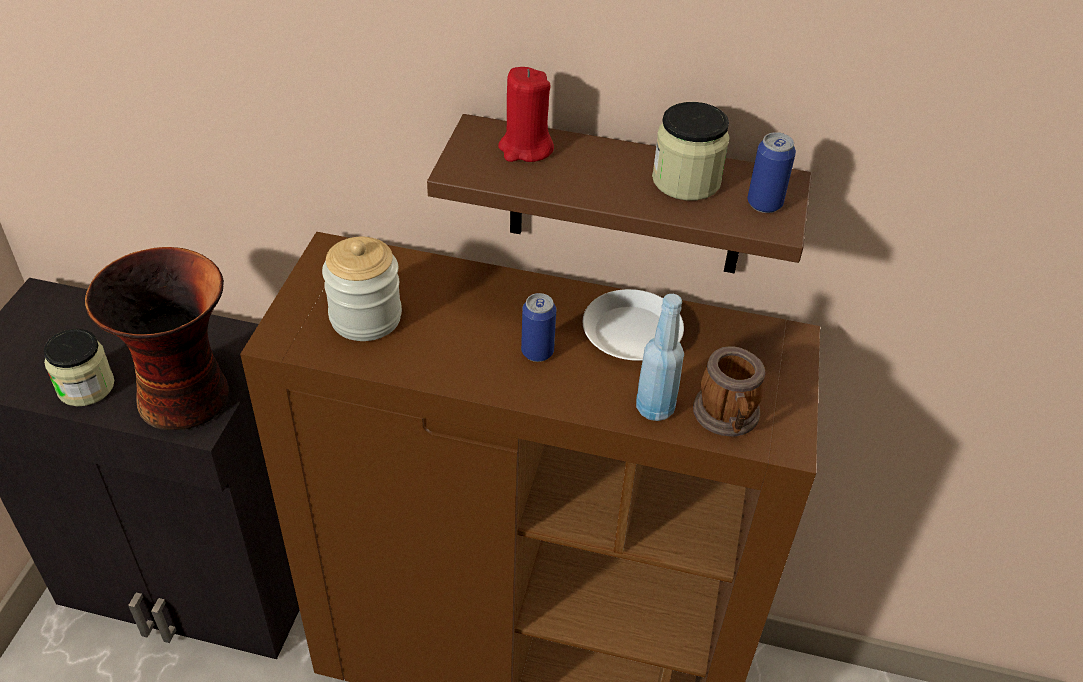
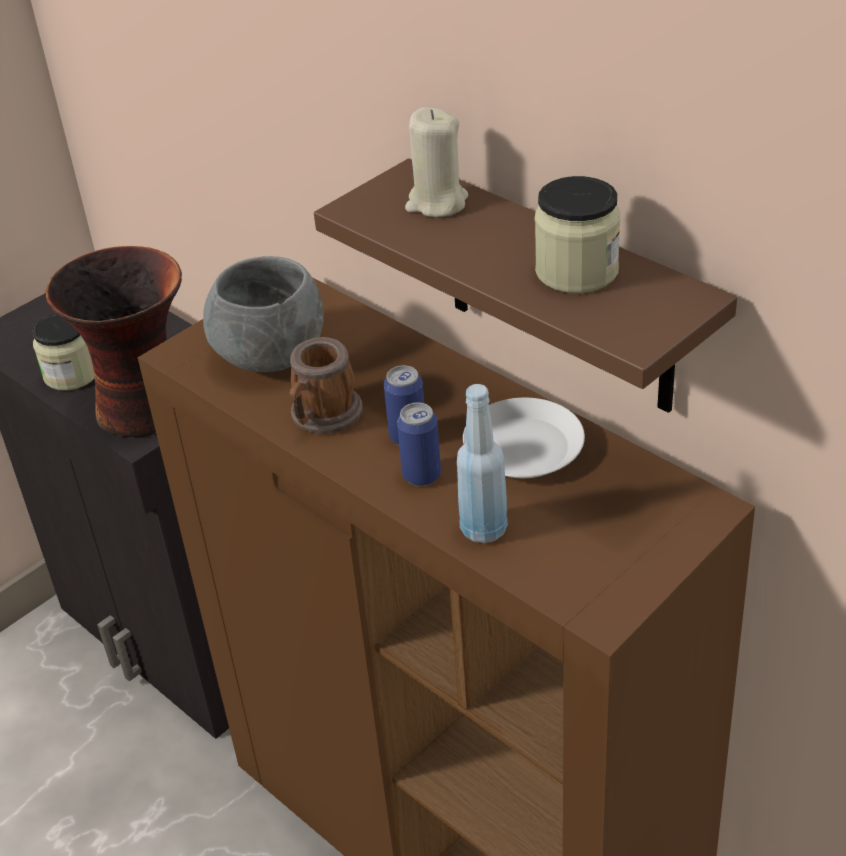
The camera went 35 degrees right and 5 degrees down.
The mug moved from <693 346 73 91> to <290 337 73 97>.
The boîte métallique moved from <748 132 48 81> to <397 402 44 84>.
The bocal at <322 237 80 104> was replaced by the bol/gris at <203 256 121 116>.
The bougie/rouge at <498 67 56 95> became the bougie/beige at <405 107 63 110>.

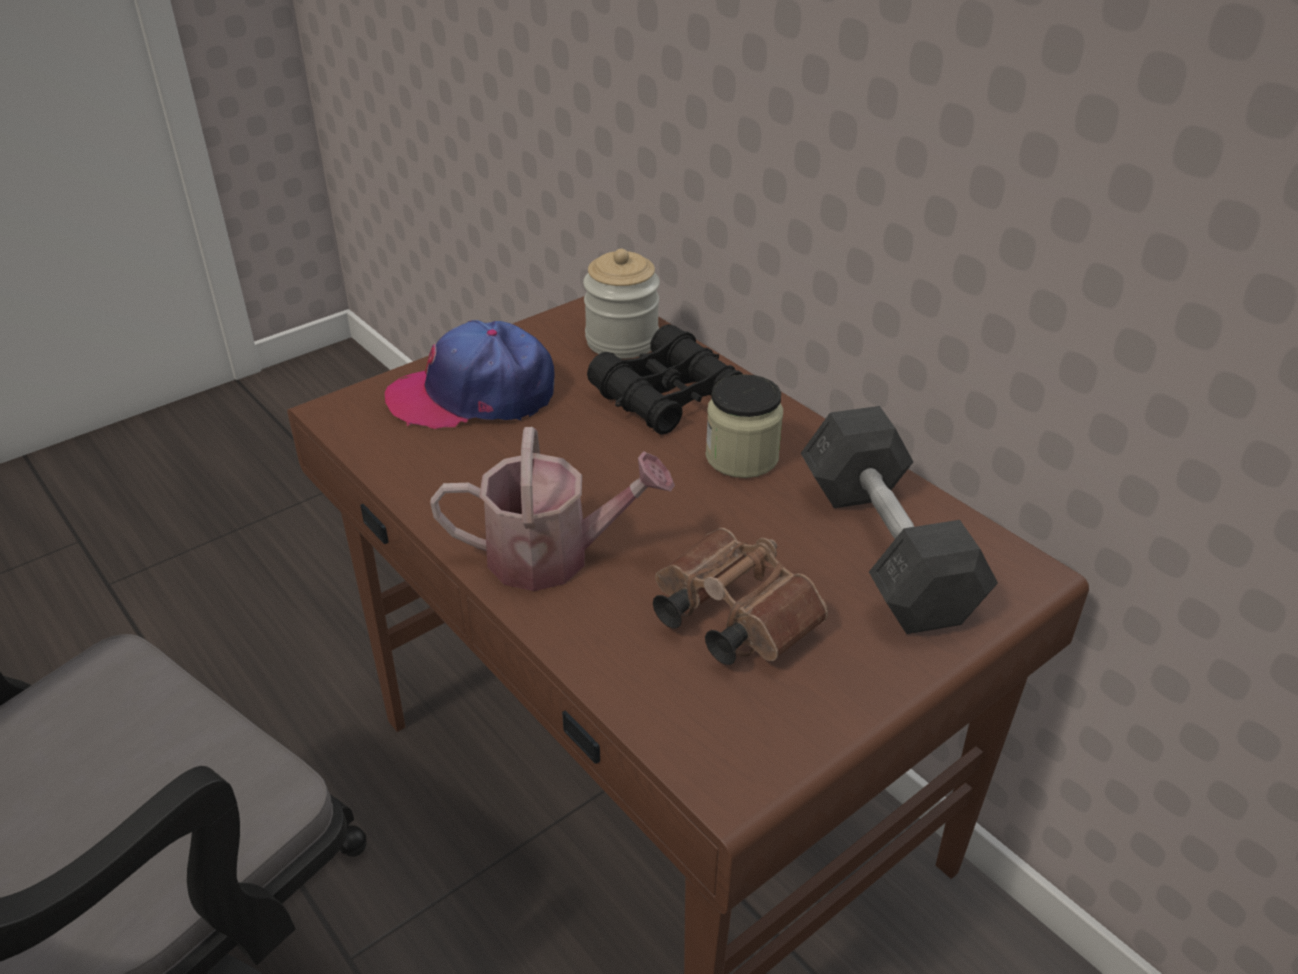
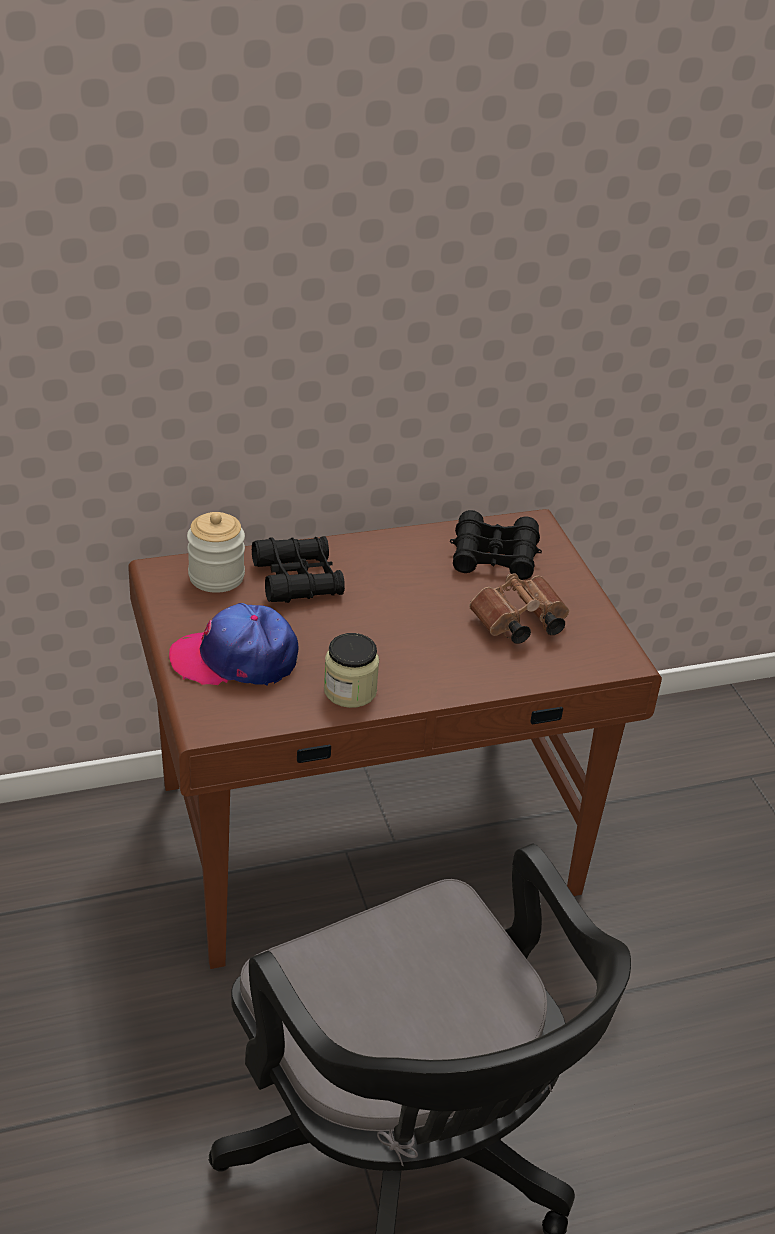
The camera went 70 degrees left and 0 degrees up.
The arrosoir at <430 427 245 164> disappeared.
The bocal moved from <705 374 78 104> to <324 633 55 75>.
The haltère/gris at <801 406 197 228> was replaced by the jumelles/noir at <450 510 92 70>.
The casquette at <385 320 170 109> turned 75 degrees clockwise.

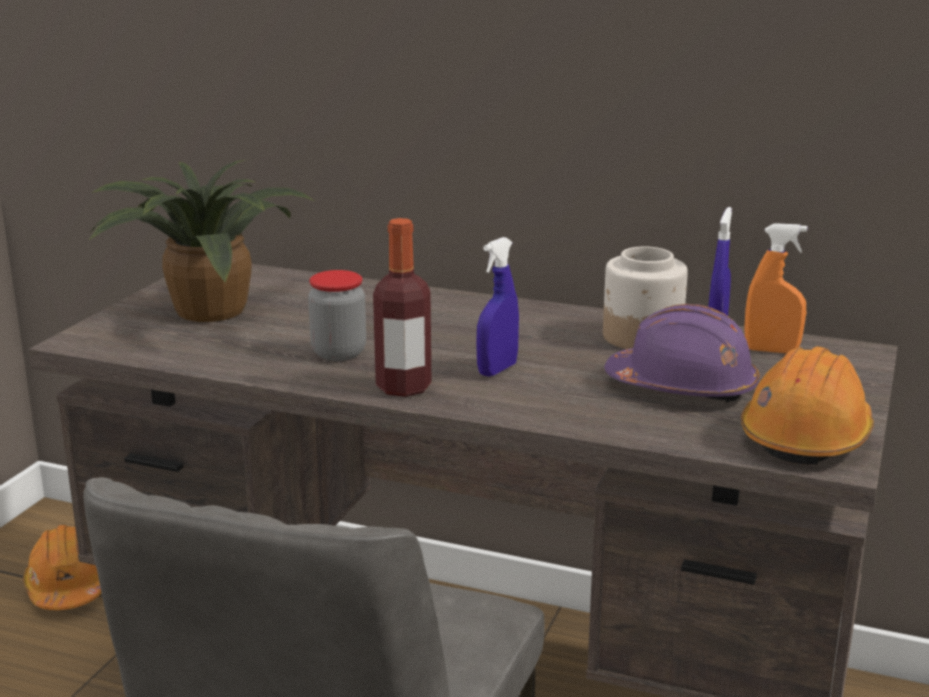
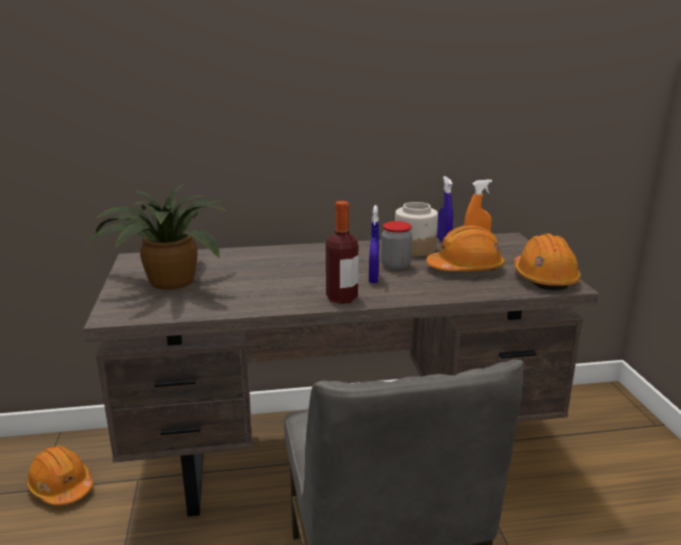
The camera went 30 degrees left and 0 degrees up.
The bocal moved from <308 270 58 91> to <381 221 31 50>.
The casque de chantier/violet at <604 304 155 99> became the casque de chantier/orange at <426 225 79 46>.

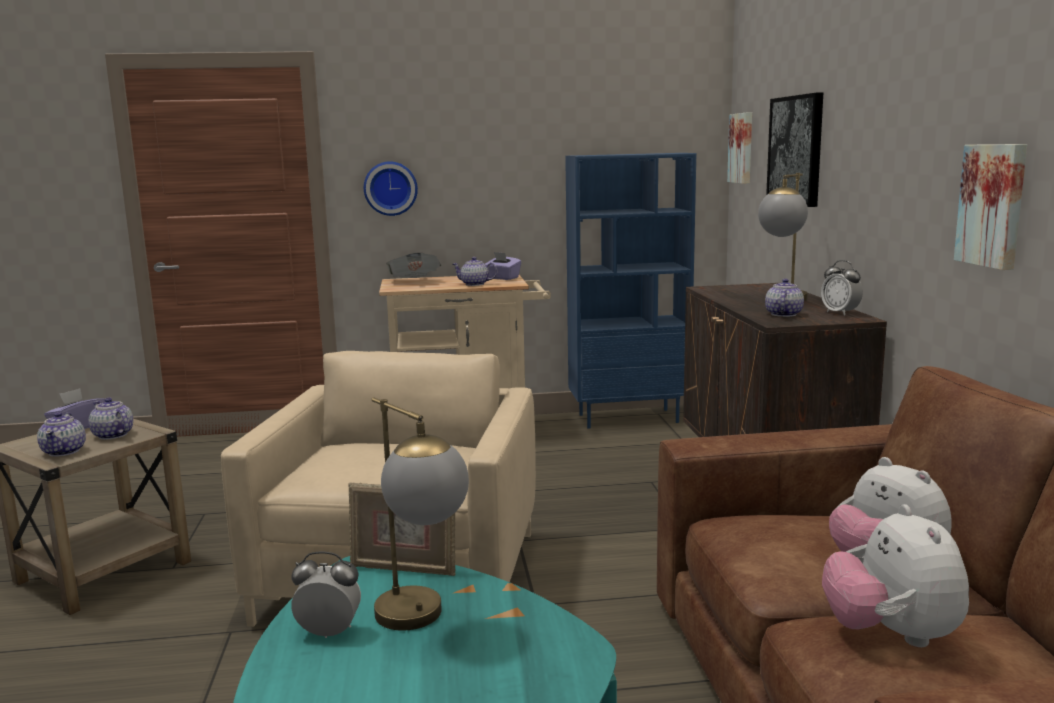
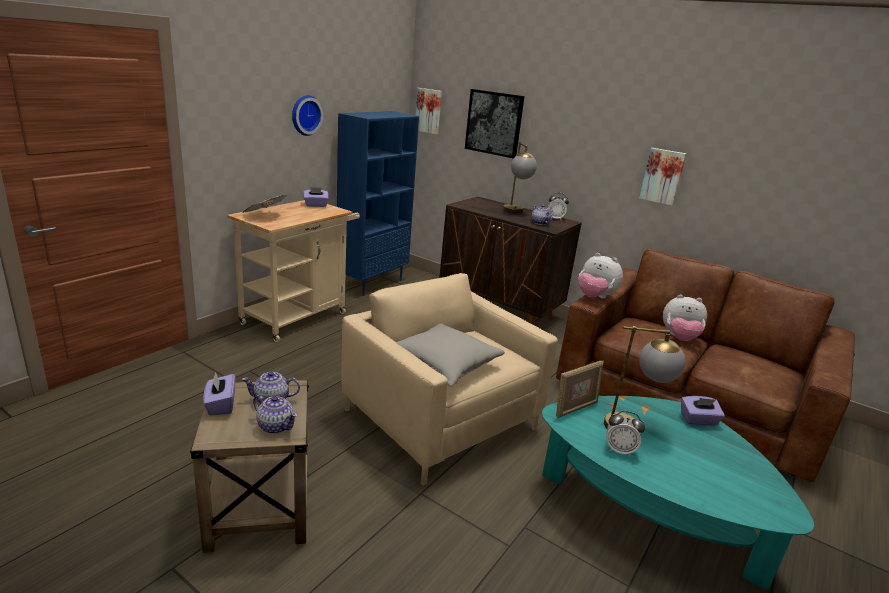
The camera went 50 degrees left and 10 degrees up.
The théière at <453 257 44 29> disappeared.
The coussin/gris at <396 324 109 63> appeared.
The boîte à mouchoirs/violet at <681 396 44 30> appeared.
The horloge murale moved from <364 161 54 55> to <292 95 31 41>.
The peluche moved from <822 504 147 143> to <578 253 45 46>.
The réveil at <291 551 70 87> turned 120 degrees counterclockwise.

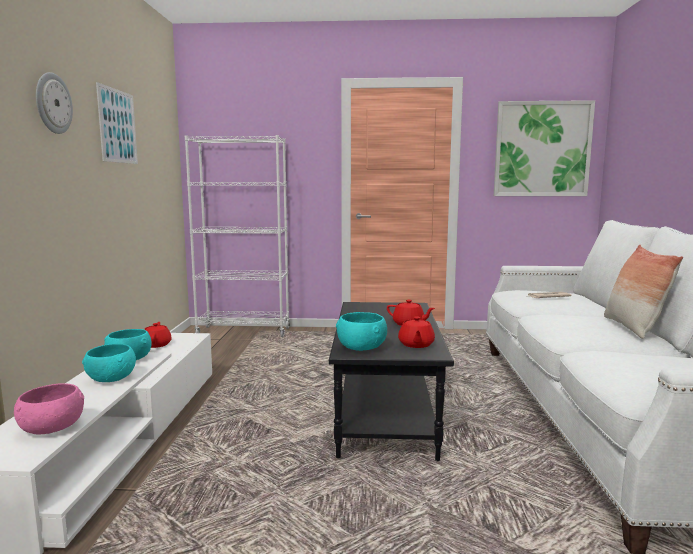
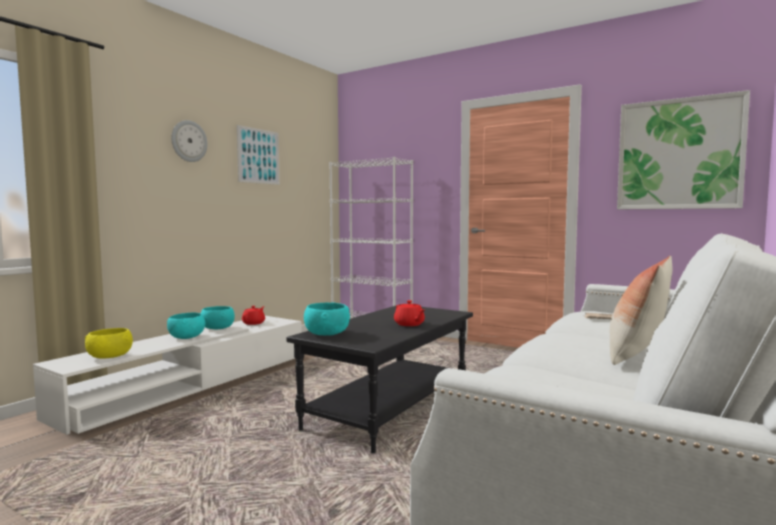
The camera went 30 degrees right and 5 degrees down.
The théière/rouge at <398 316 37 32> disappeared.
The bol/rose at <14 383 70 52> became the bol/jaune at <85 328 48 31>.

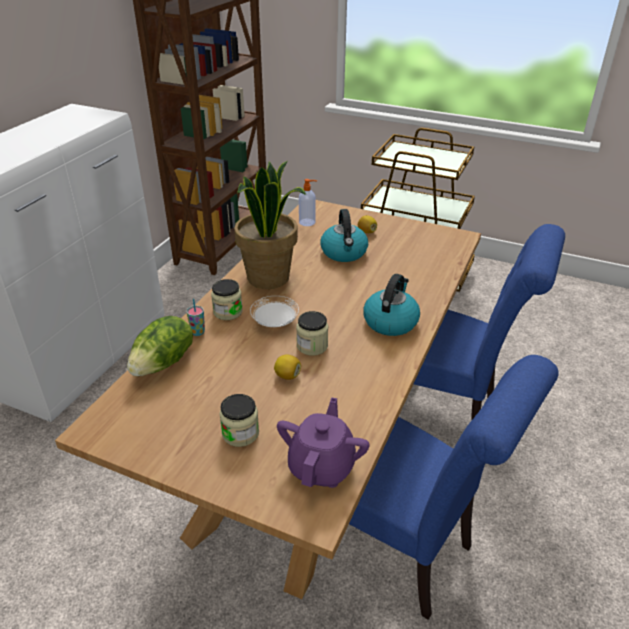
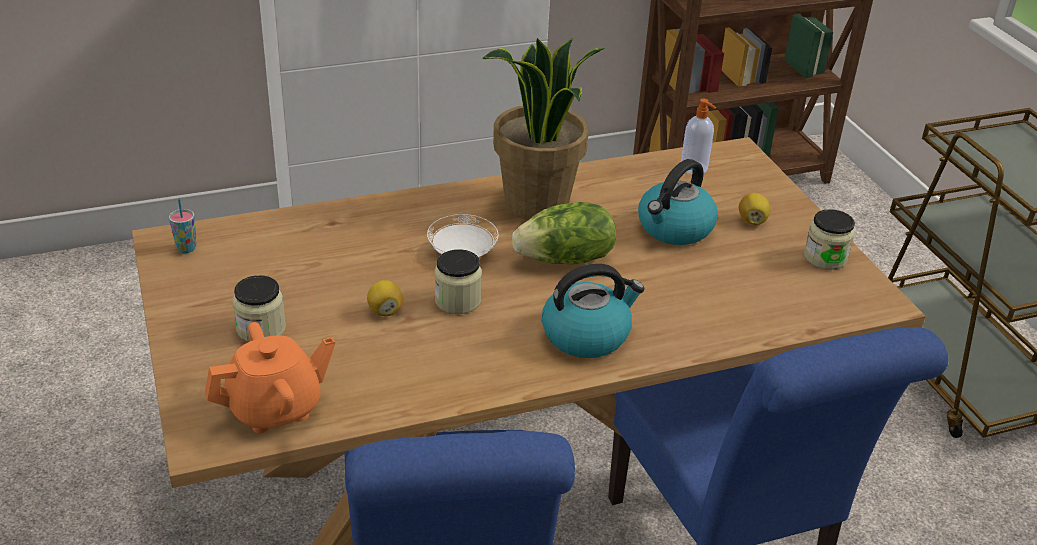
The camera went 45 degrees right and 0 degrees up.
The laitue moved from <127 316 66 60> to <512 202 104 62>.
The tasse moved from <186 299 19 37> to <169 198 28 55>.
The bocal moved from <211 279 32 41> to <804 209 51 61>.
The théière/violet at <277 397 93 91> became the théière/orange at <205 322 130 111>.

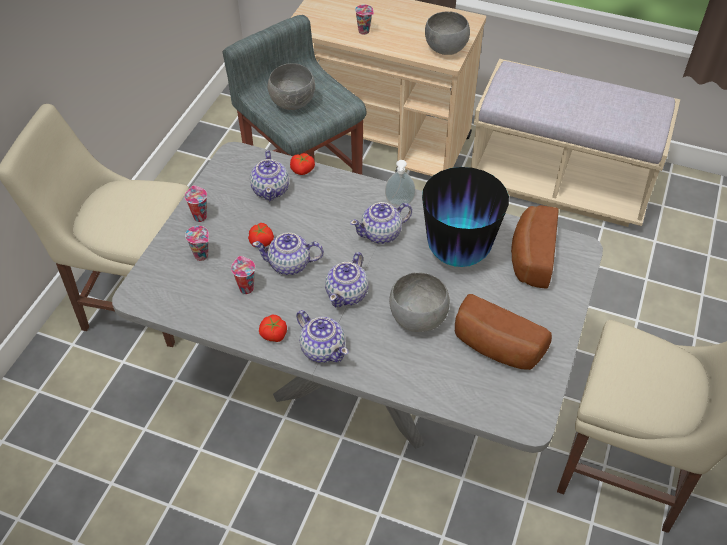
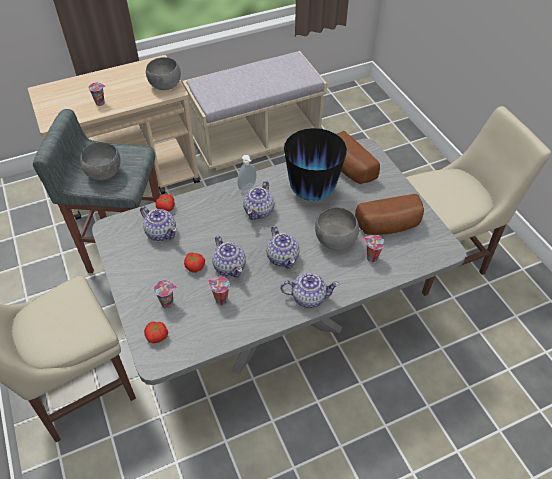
The camera went 45 degrees left and 0 degrees up.
The tasse moved from <184 185 23 37> to <364 235 21 28>.
The tomate moved from <259 314 28 28> to <144 321 24 22>.
The théière at <253 233 71 42> turned 75 degrees counterclockwise.

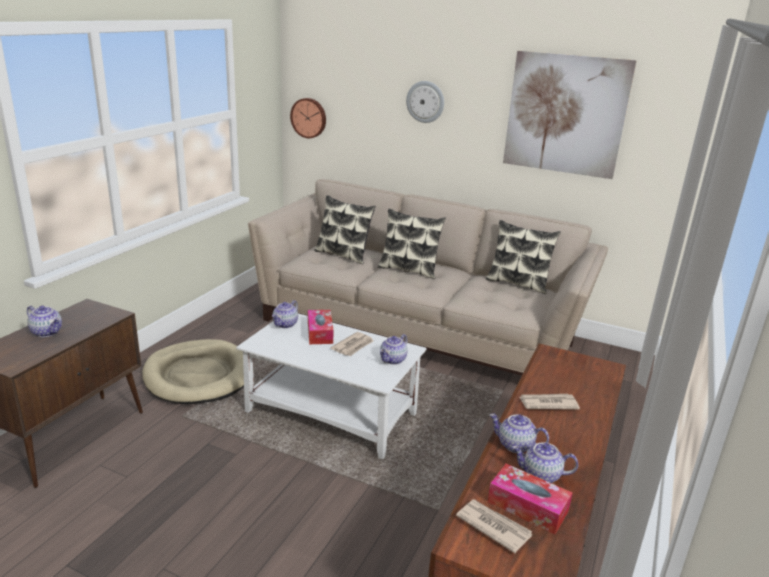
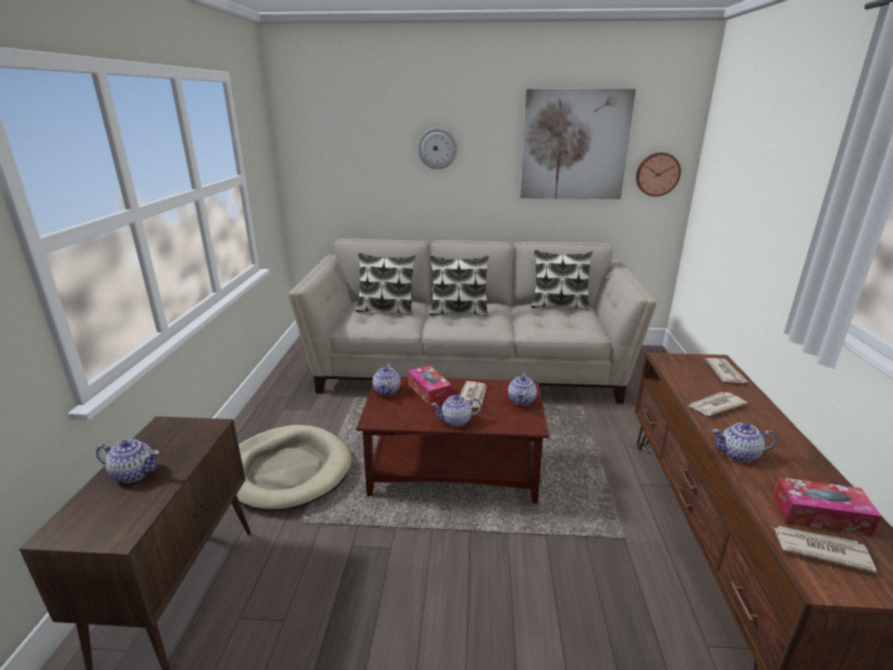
The camera went 20 degrees left and 0 degrees up.
The journal at <706 358 42 25> appeared.
The horloge murale moved from <290 98 36 40> to <636 152 45 45>.
The théière moved from <512 442 66 41> to <431 395 51 32>.
The table basse/blanc at <236 313 191 146> became the table basse/marron at <356 377 193 127>.

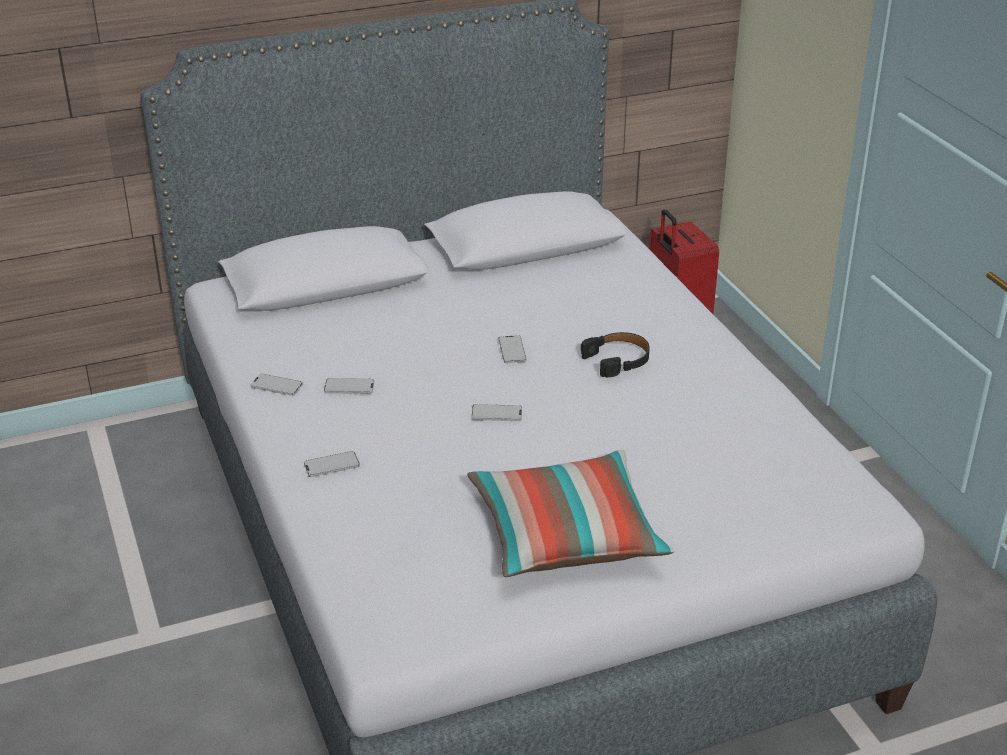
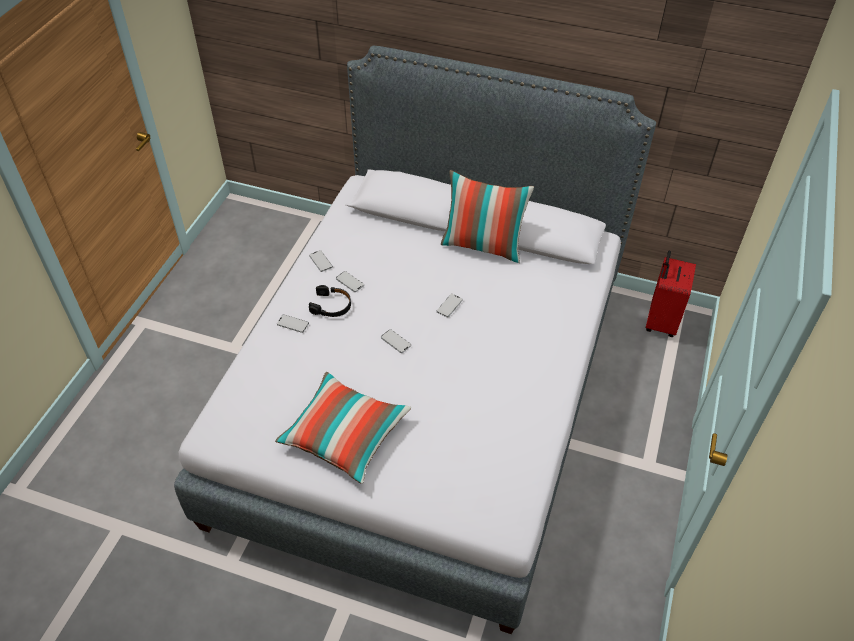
The camera went 40 degrees right and 15 degrees up.
The coussin at <441 170 93 93> appeared.
The casque audio/noir moved from <581 332 69 45> to <309 285 42 32>.

